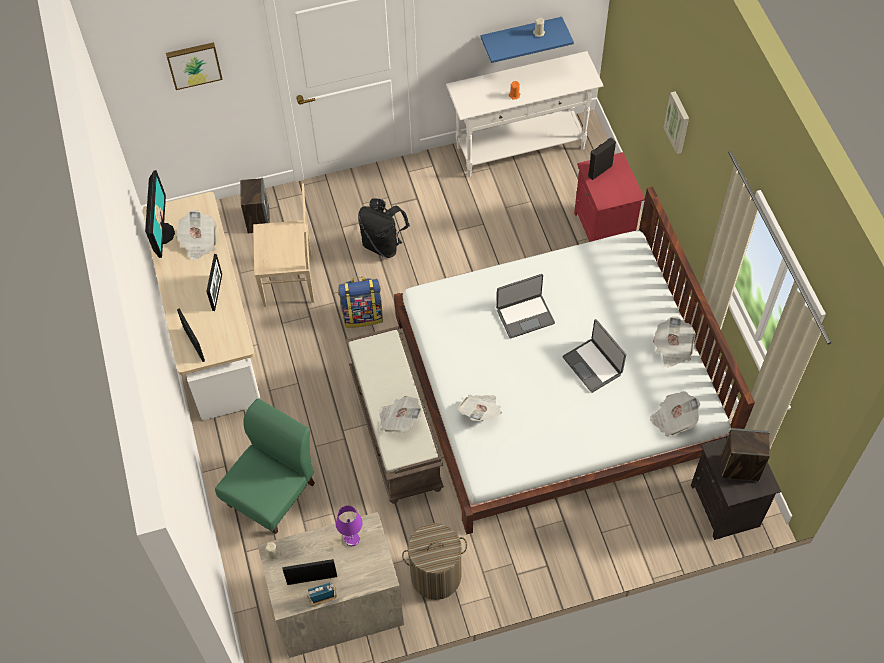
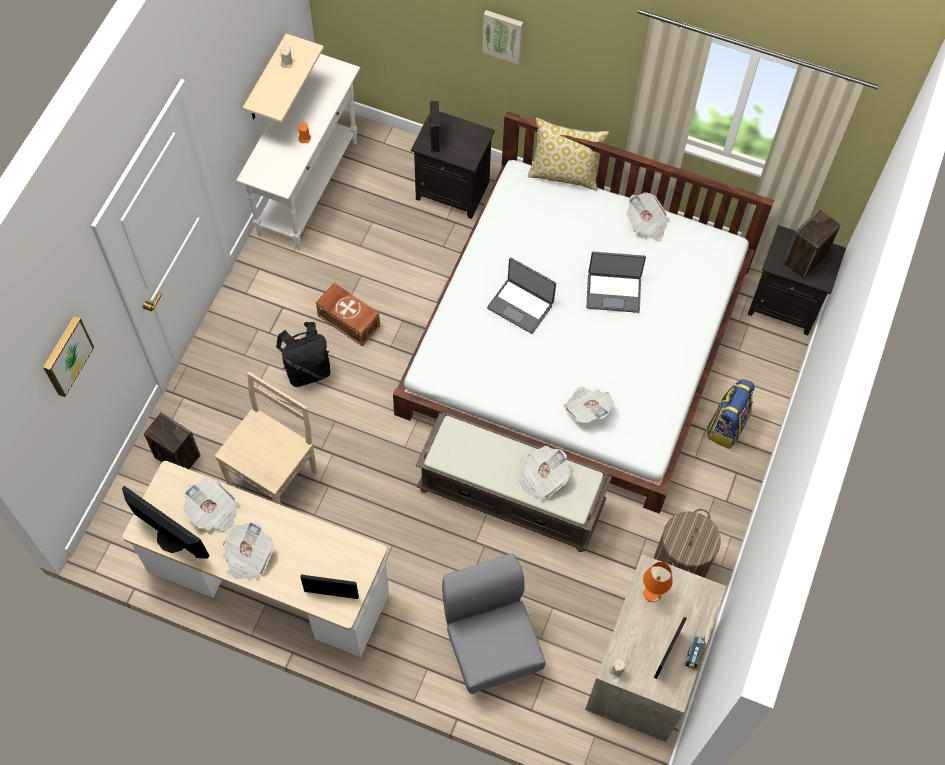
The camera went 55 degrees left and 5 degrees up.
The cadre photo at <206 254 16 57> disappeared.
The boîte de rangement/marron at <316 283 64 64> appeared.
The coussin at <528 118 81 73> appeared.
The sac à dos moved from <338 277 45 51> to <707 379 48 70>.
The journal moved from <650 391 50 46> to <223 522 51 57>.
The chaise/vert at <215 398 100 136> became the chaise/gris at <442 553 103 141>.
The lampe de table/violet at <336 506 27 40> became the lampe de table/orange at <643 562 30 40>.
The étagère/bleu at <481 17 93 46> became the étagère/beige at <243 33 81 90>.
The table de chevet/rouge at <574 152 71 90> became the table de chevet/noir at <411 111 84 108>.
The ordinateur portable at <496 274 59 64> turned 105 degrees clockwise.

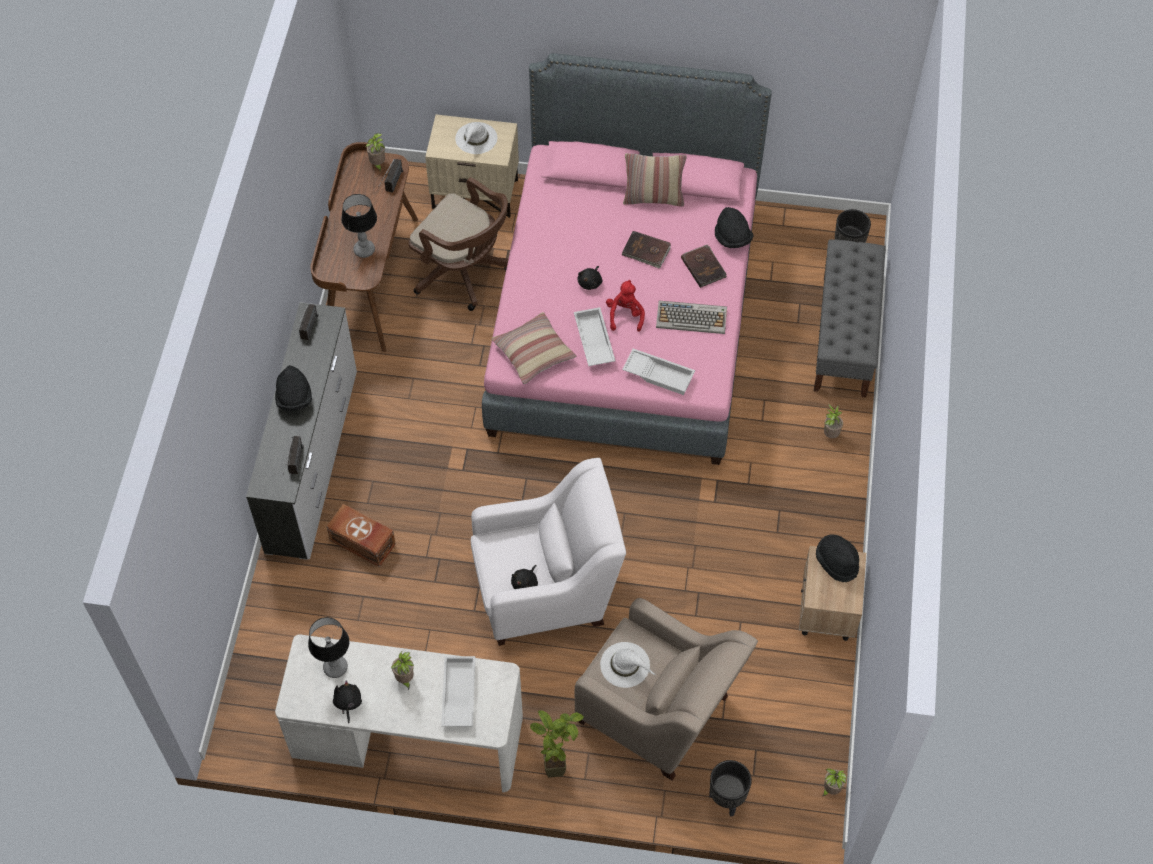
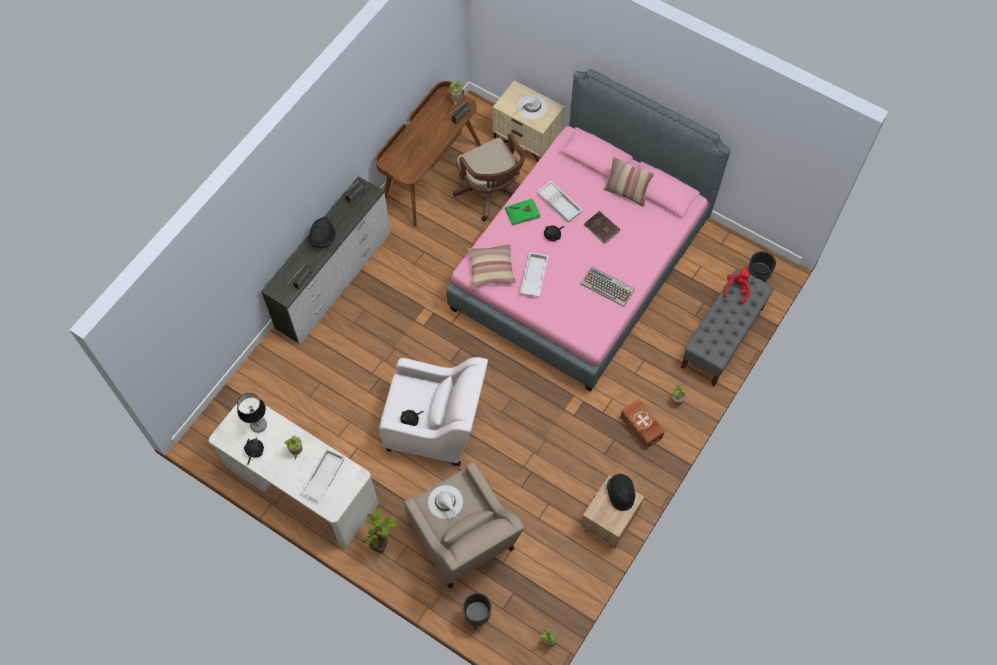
The camera went 25 degrees right and 5 degrees up.
The lampe de table at <341 194 36 64> disappeared.
The livre/marron at <681 244 46 44> disappeared.
The chapeau/noir at <715 207 39 41> disappeared.
The livre/vert at <505 199 36 27> appeared.
The boîte de rangement/marron moved from <326 504 70 63> to <620 399 45 51>.
The peluche/rouge moved from <606 280 39 52> to <723 268 28 36>.
The plateau/blanc moved from <622 348 73 47> to <537 181 45 42>.

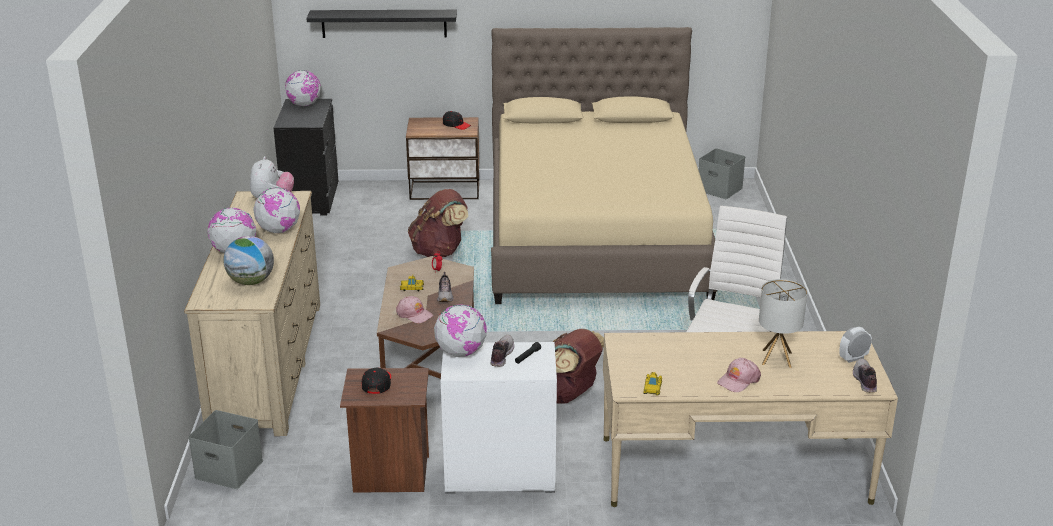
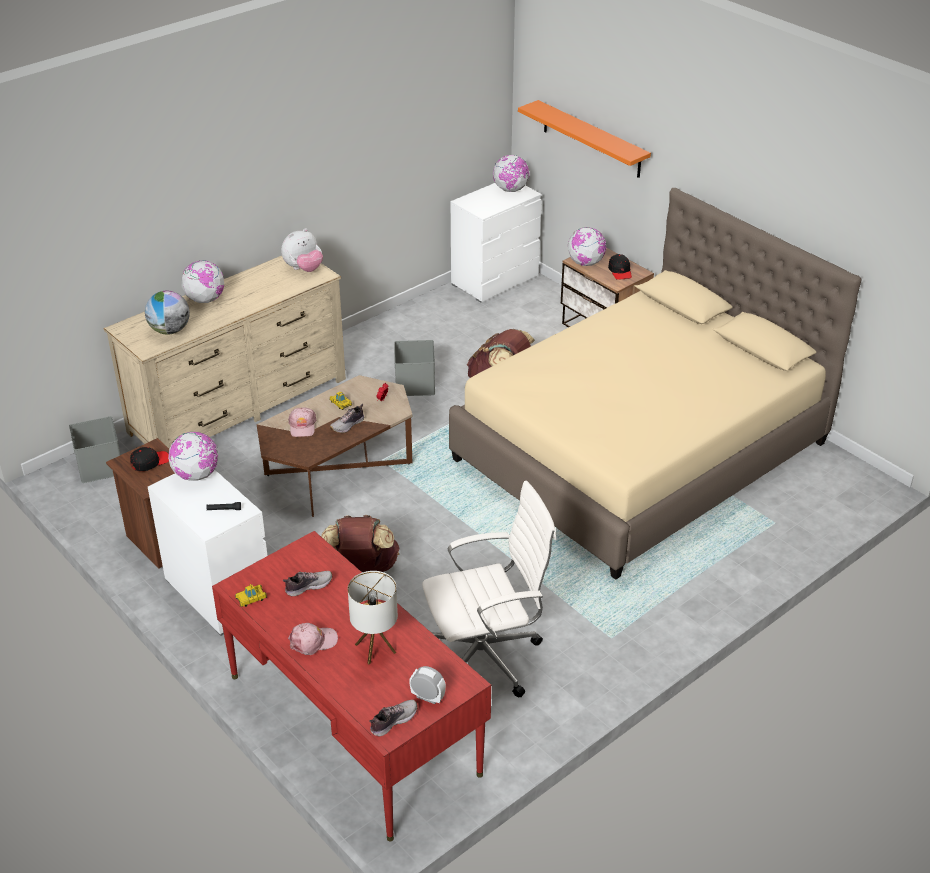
The camera went 50 degrees right and 10 degrees up.
The globe moved from <253 188 47 45> to <568 227 38 39>.
The chaussure moved from <490 335 24 32> to <283 571 49 25>.
The boîte de rangement/gris moved from <699 148 46 51> to <394 340 41 56>.
The commode/noir at <274 99 64 116> became the commode/blanc at <451 183 91 120>.
The étagère/noir at <306 10 151 28> became the étagère/orange at <518 100 133 78>.
The bureau/beige at <603 331 295 176> became the bureau/rouge at <212 531 279 310>.
The casquette/rose at <717 358 44 34> turned 150 degrees clockwise.

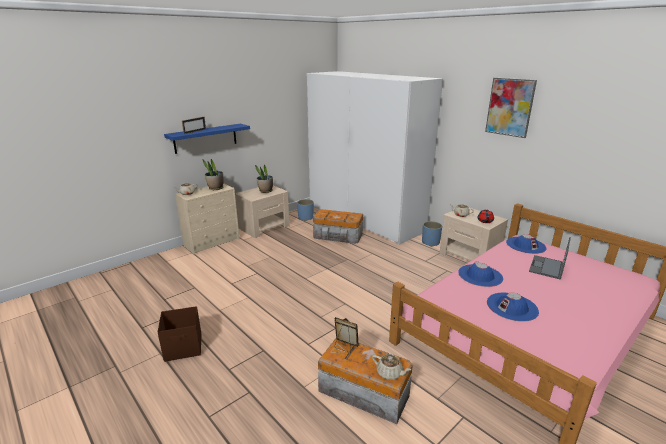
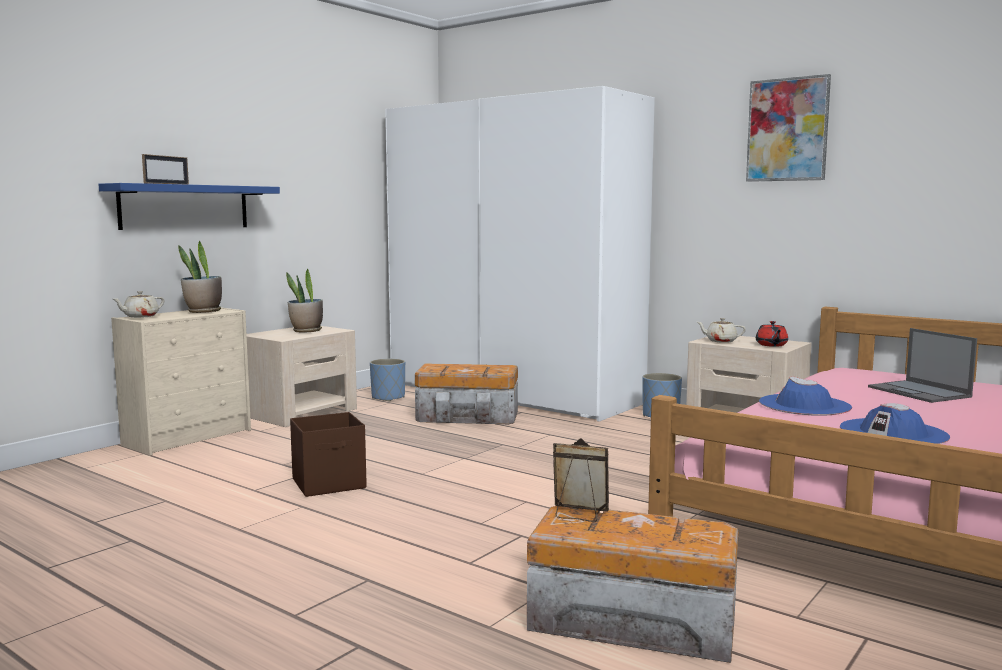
The camera went 10 degrees left and 15 degrees down.
The théière/beige at <372 354 39 26> disappeared.
The chapeau/bleu at <506 234 41 20> disappeared.
The boîte de rangement/marron moved from <158 306 43 56> to <290 412 77 85>.
The ordinateur portable at <529 237 42 43> turned 45 degrees counterclockwise.

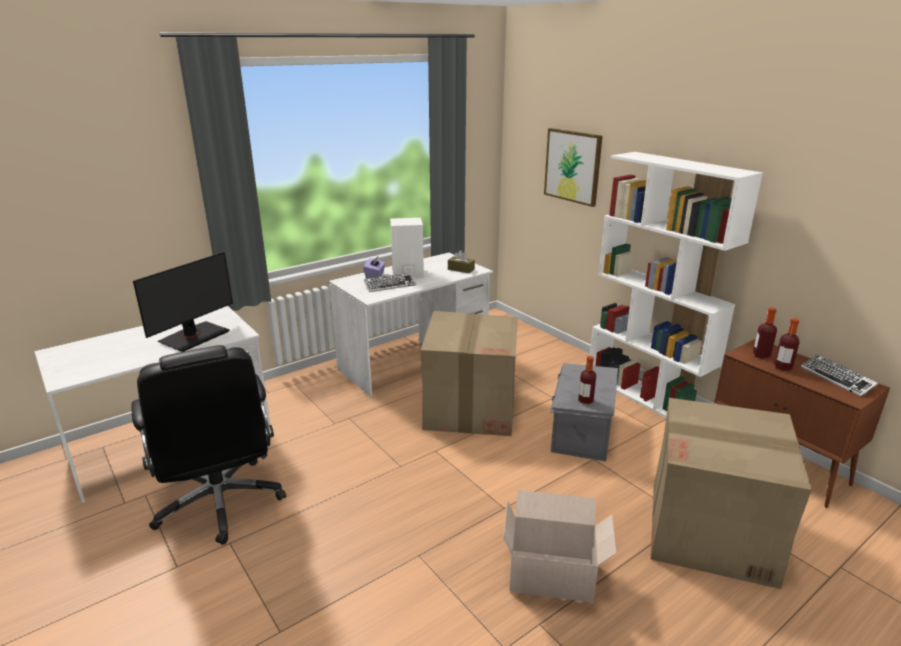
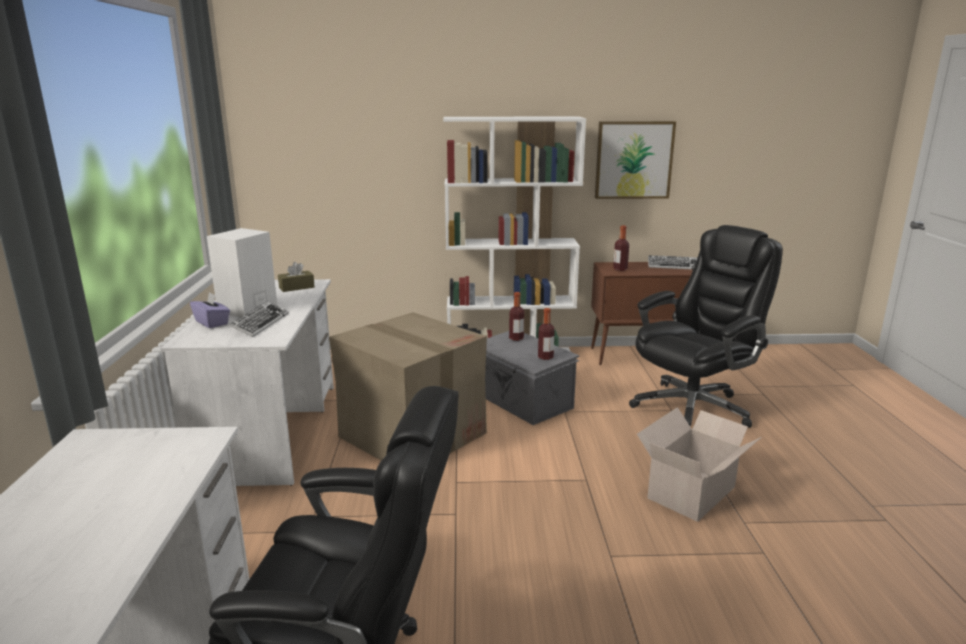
The camera went 55 degrees left and 5 degrees down.
The écran d'ordinateur at <133 252 100 100> disappeared.
The tableau moved from <544 128 59 79> to <595 121 81 78>.
The bouteille moved from <774 318 26 53> to <509 292 15 49>.
The carton at <651 398 161 191> was replaced by the chaise de bureau/noir at <629 225 154 203>.

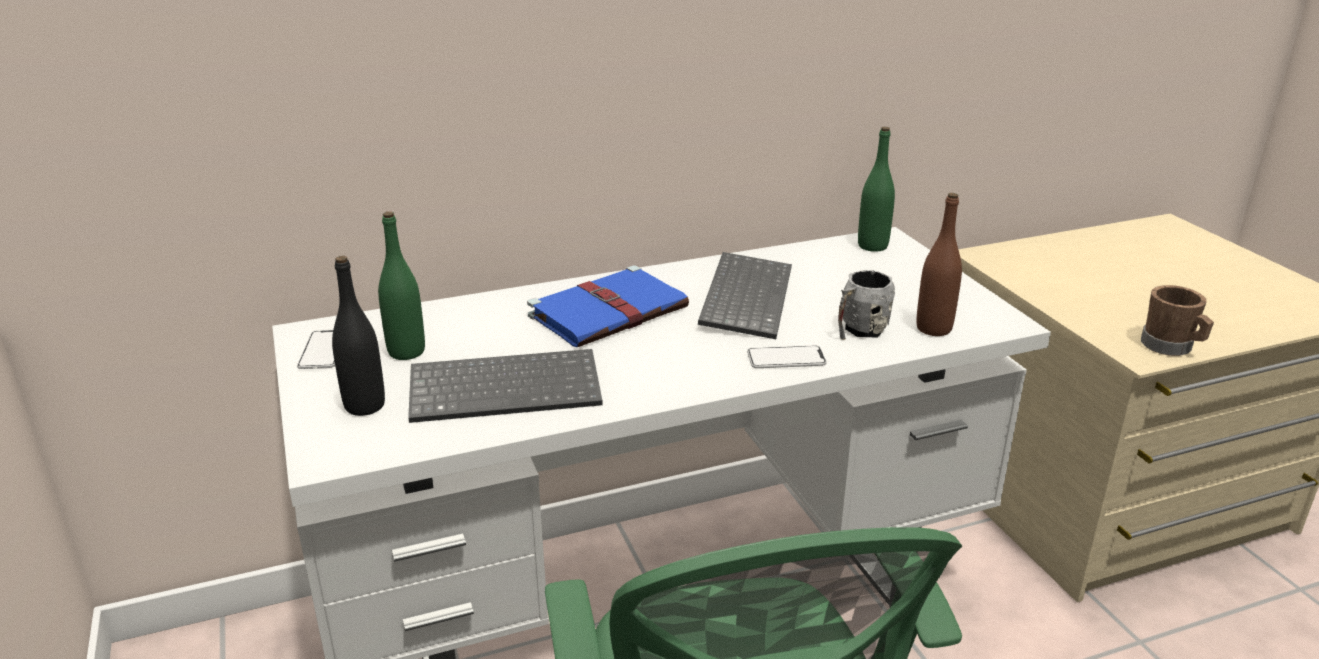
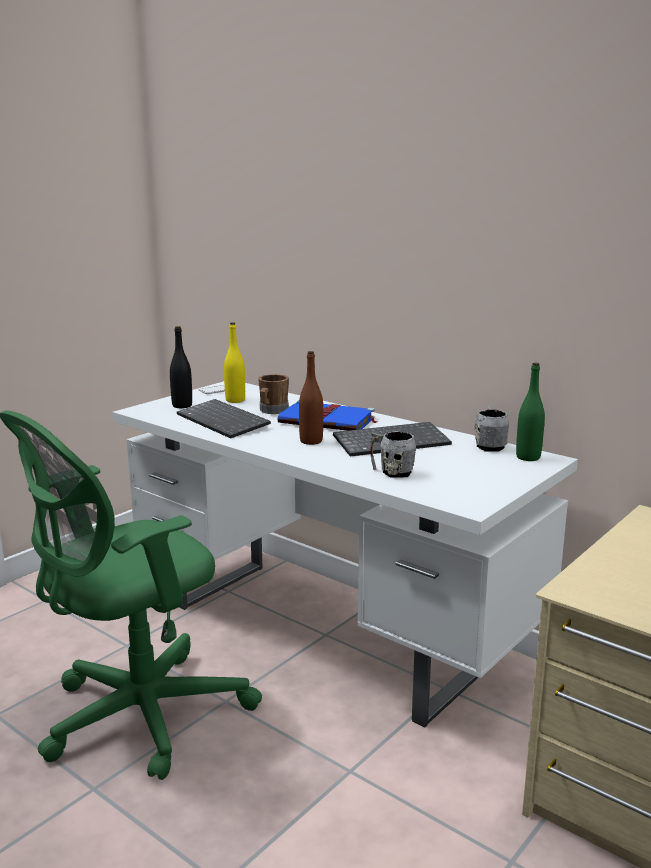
The camera went 60 degrees right and 10 degrees down.
The téléphone at <747 346 80 22> disappeared.
The mug/gris at <474 406 35 46> appeared.
The bouteille/marron moved from <916 193 46 143> to <299 351 24 94>.
The mug/marron moved from <1141 285 73 71> to <258 374 31 40>.
The bouteille/vert at <378 212 47 148> became the bouteille/jaune at <224 322 21 81>.

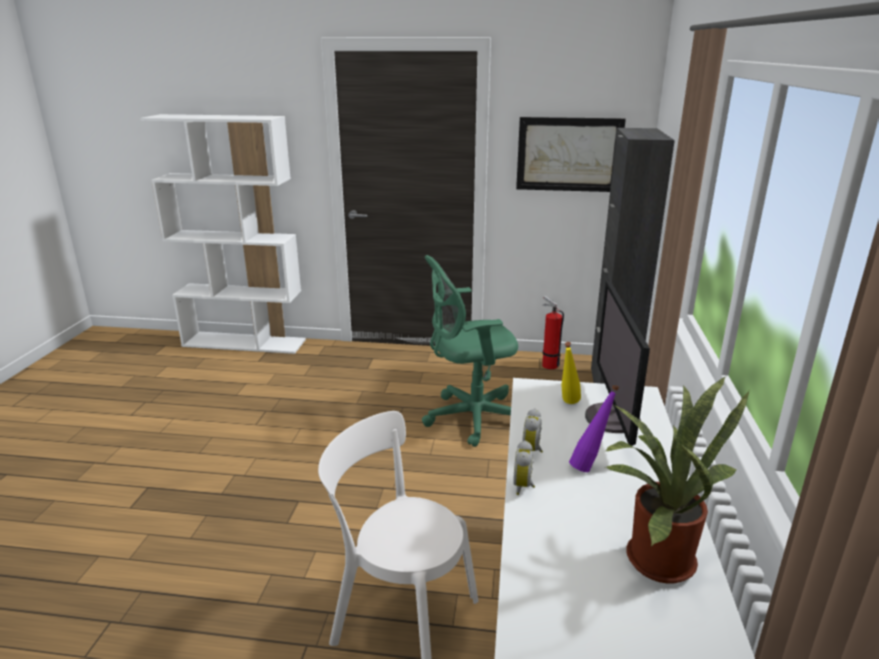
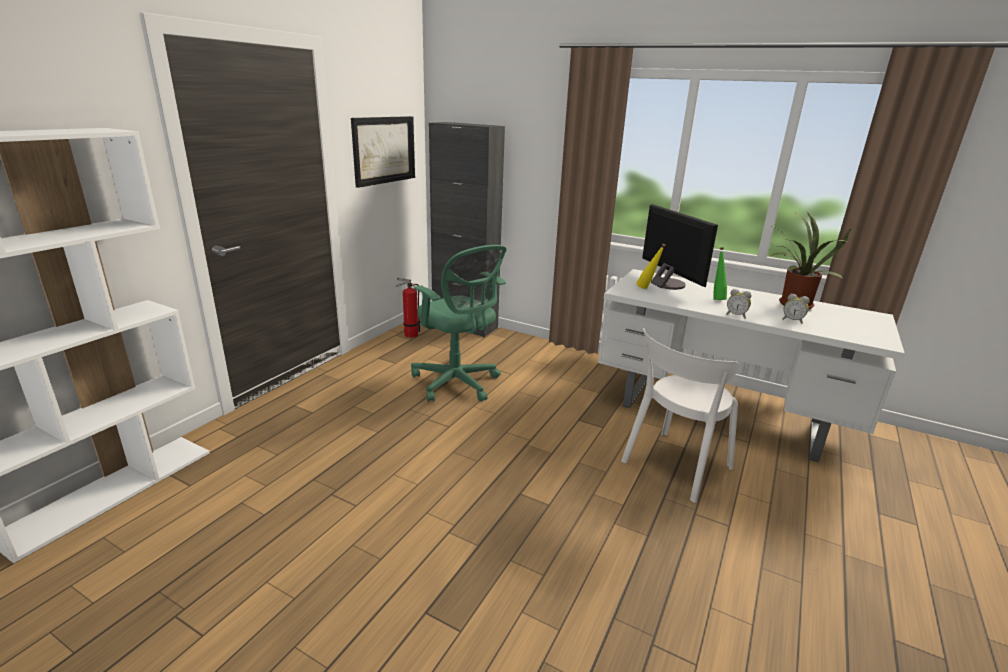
The camera went 70 degrees left and 0 degrees up.
The réveil moved from <522 408 21 45> to <783 294 27 30>.
The bouteille/violet at <569 384 50 88> became the bouteille/vert at <713 248 14 52>.
The chaise de bureau/vert at <422 255 96 192> turned 45 degrees counterclockwise.
The écran d'ordinateur at <585 281 65 165> turned 135 degrees counterclockwise.

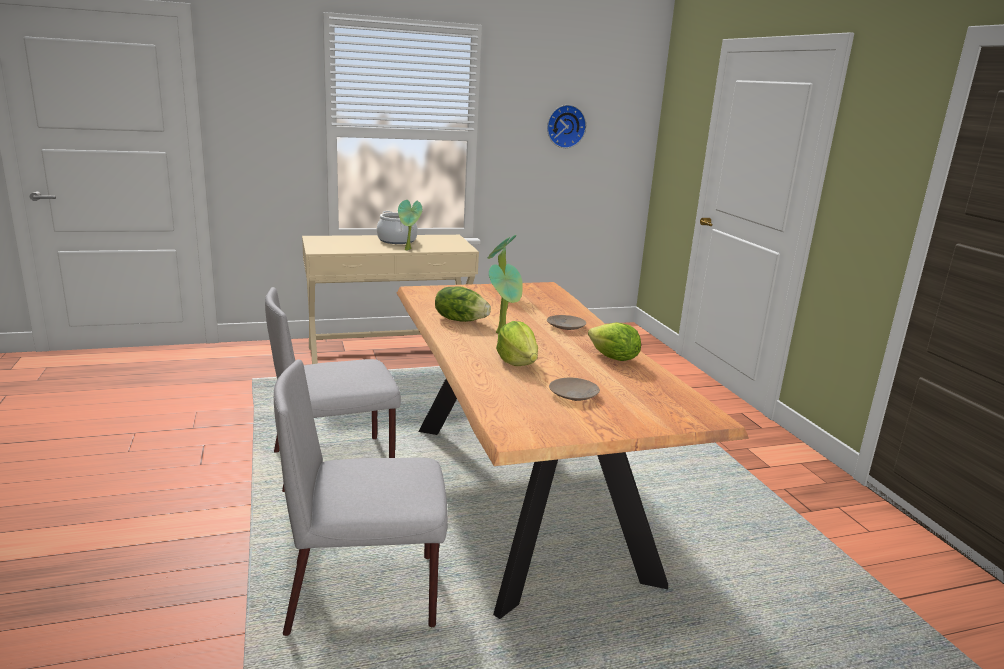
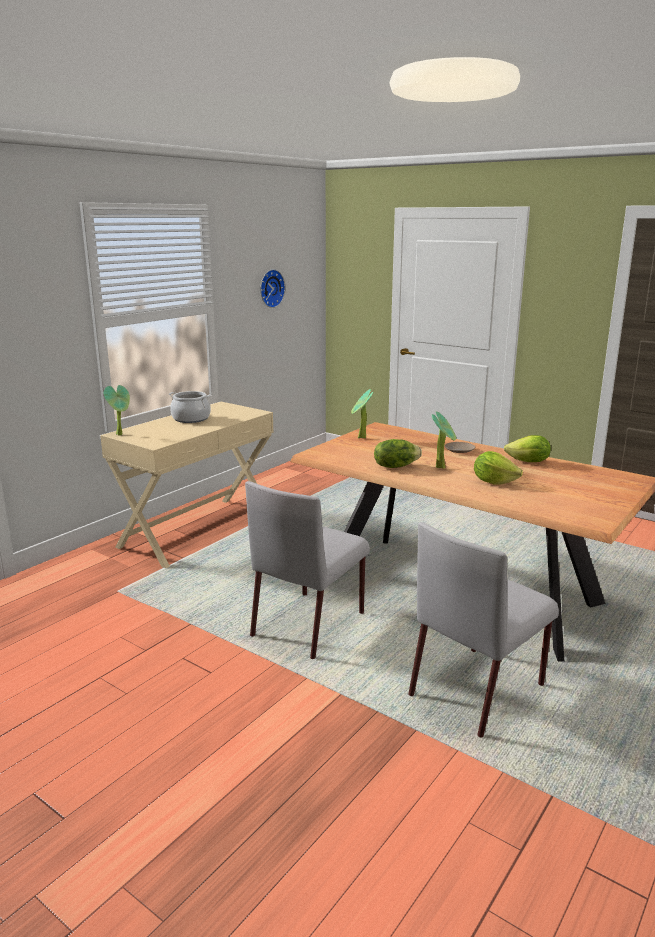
The camera went 35 degrees left and 0 degrees up.
The assiette/beige at <549 378 51 23> disappeared.
The plante en pot moved from <398 200 24 50> to <104 385 26 51>.

